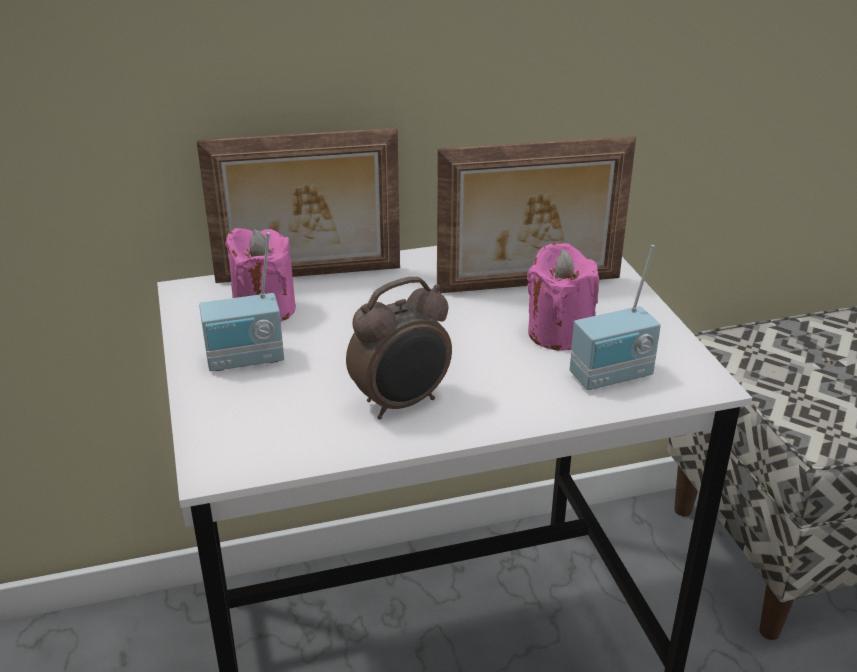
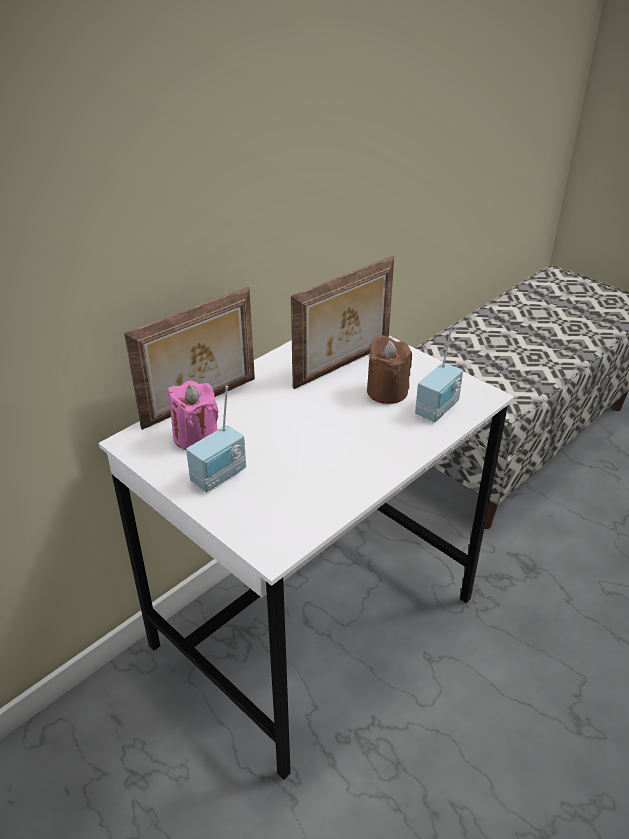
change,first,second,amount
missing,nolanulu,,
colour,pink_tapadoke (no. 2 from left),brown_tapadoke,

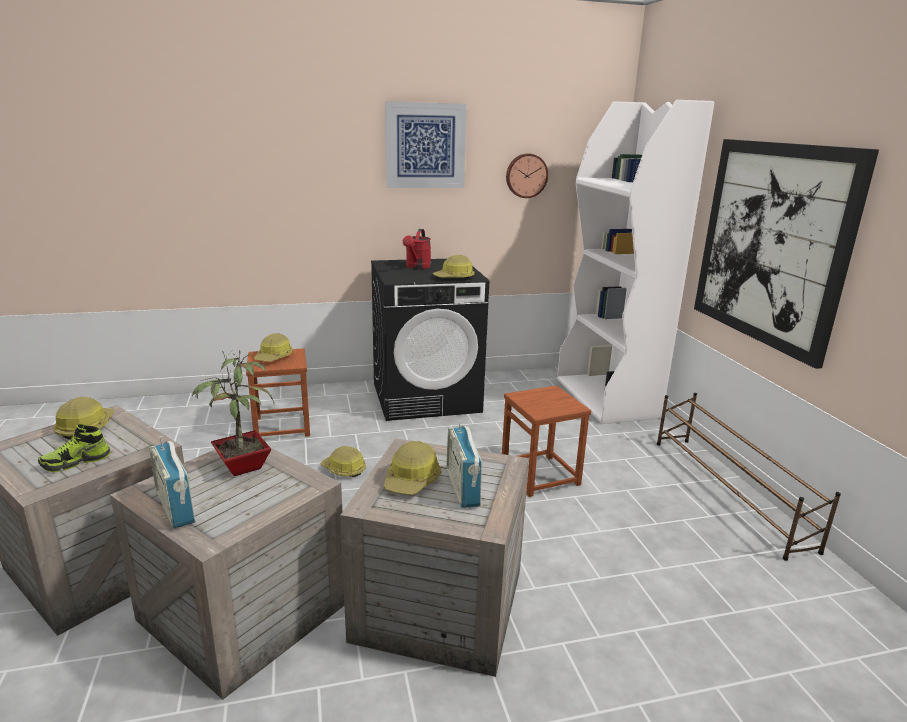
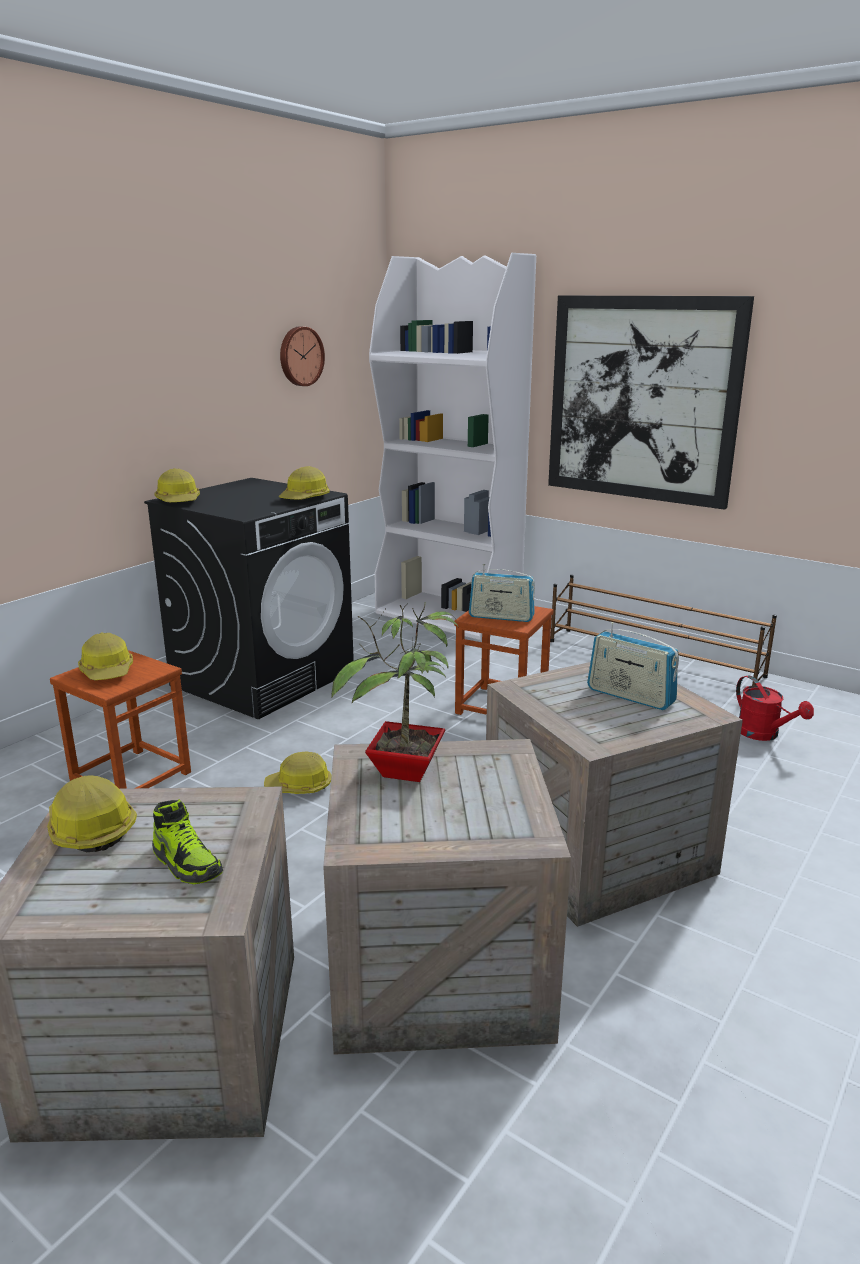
change,first,second,amount
missing,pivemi (no. 1 from left),,
relocated,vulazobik (no. 1 from left),,
relocated,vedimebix (no. 4 from left in the first image),vedimebix (no. 3 from left),
relocated,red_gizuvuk,,
spun,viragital,,60 degrees counterclockwise

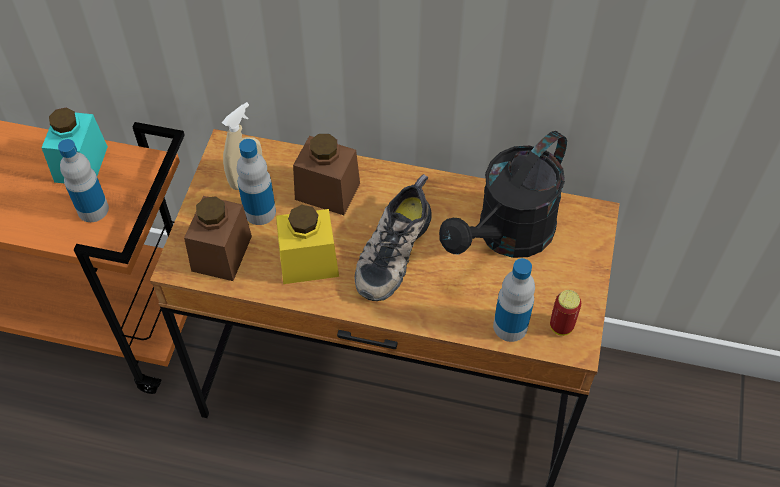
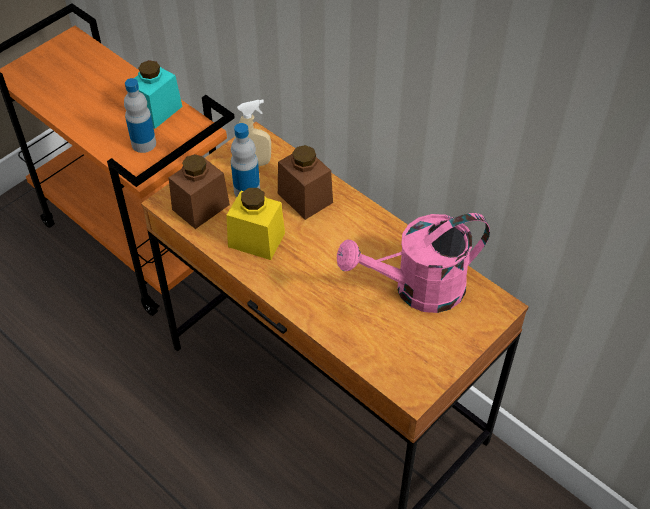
change,first,second,amount
missing,viragital,,
missing,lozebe (no. 3 from left),,
missing,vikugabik,,
colour,black_gizuvuk,pink_gizuvuk,

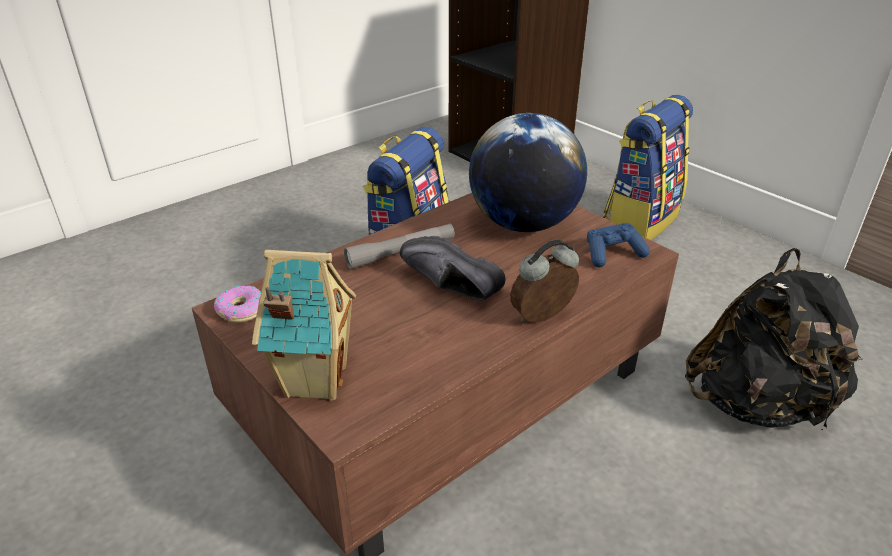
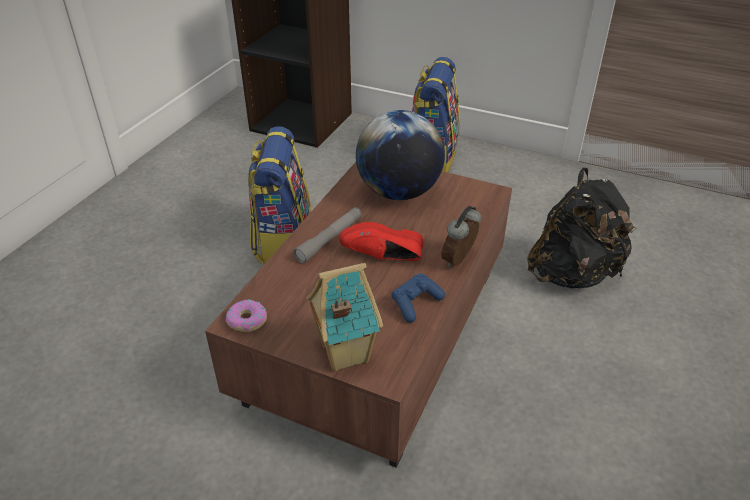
change,first,second,amount
relocated,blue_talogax,,
colour,black_viragital,red_viragital,

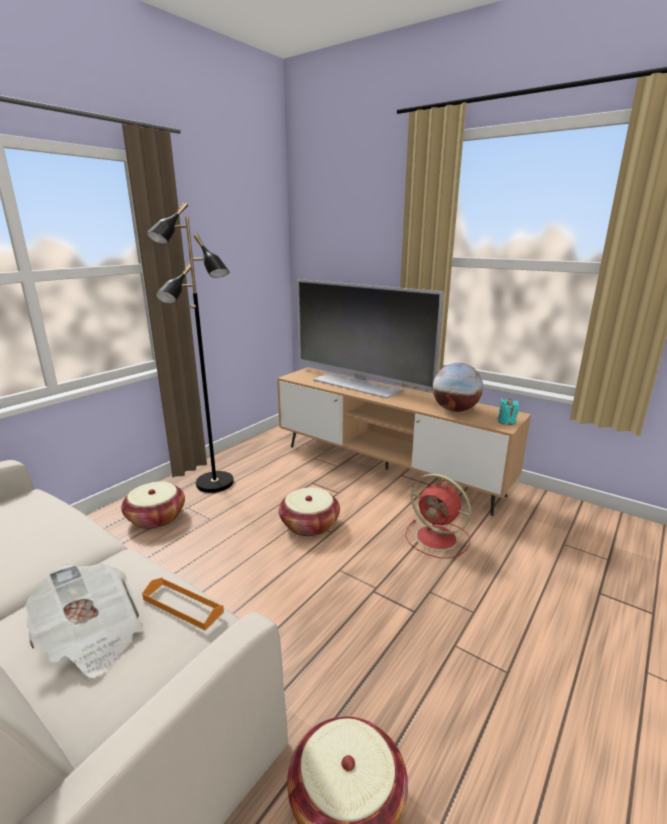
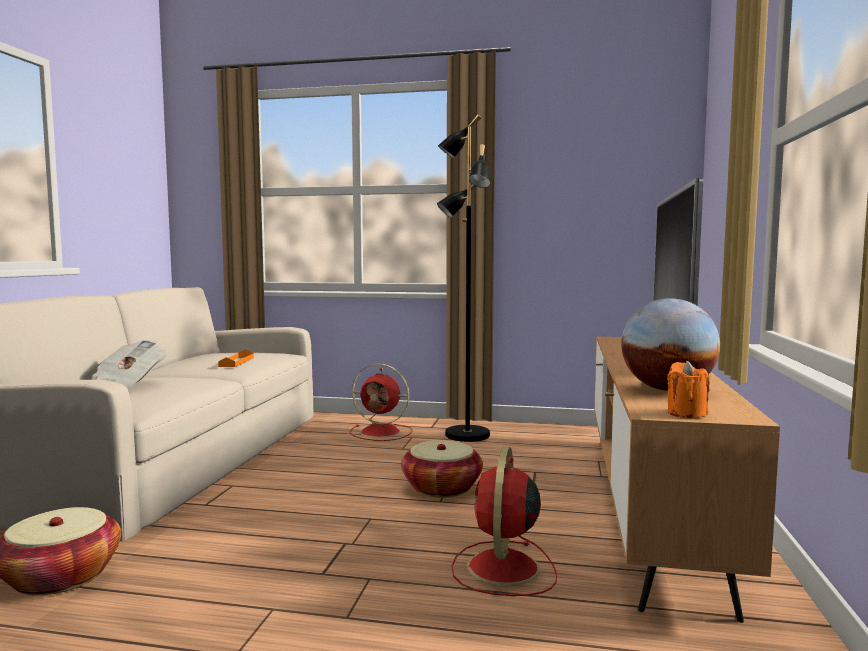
change,first,second,amount
relocated,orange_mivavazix,,
exchanged,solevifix (no. 1 from left),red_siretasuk (no. 1 from left),
colour,turquoise_tapadoke,orange_tapadoke,

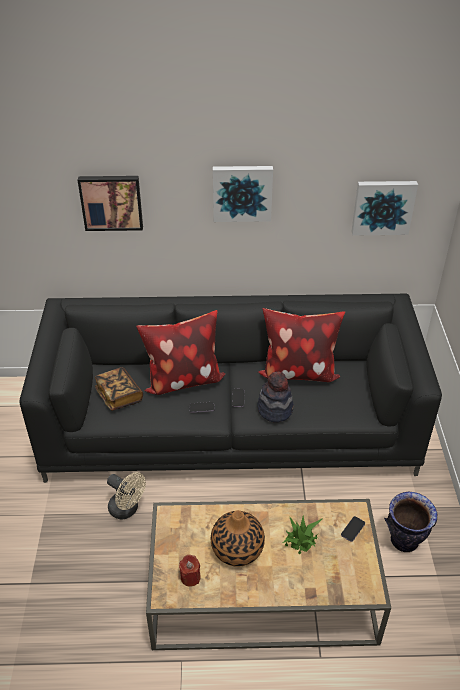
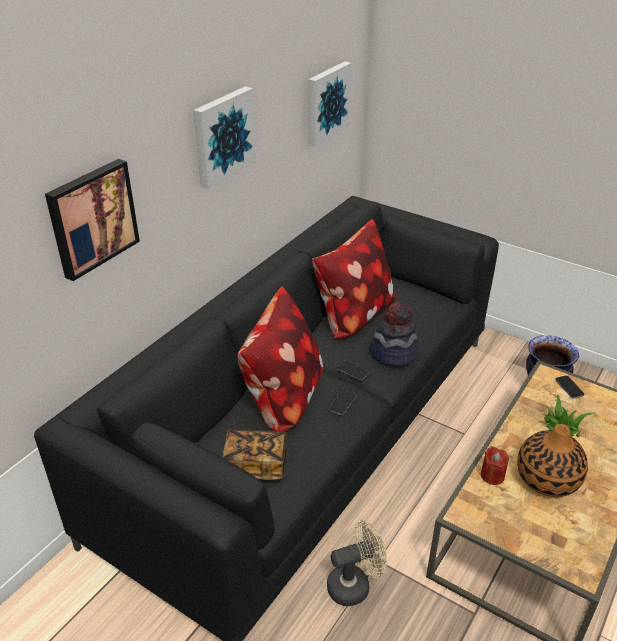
change,first,second,amount
relocated,red_tapadoke,,

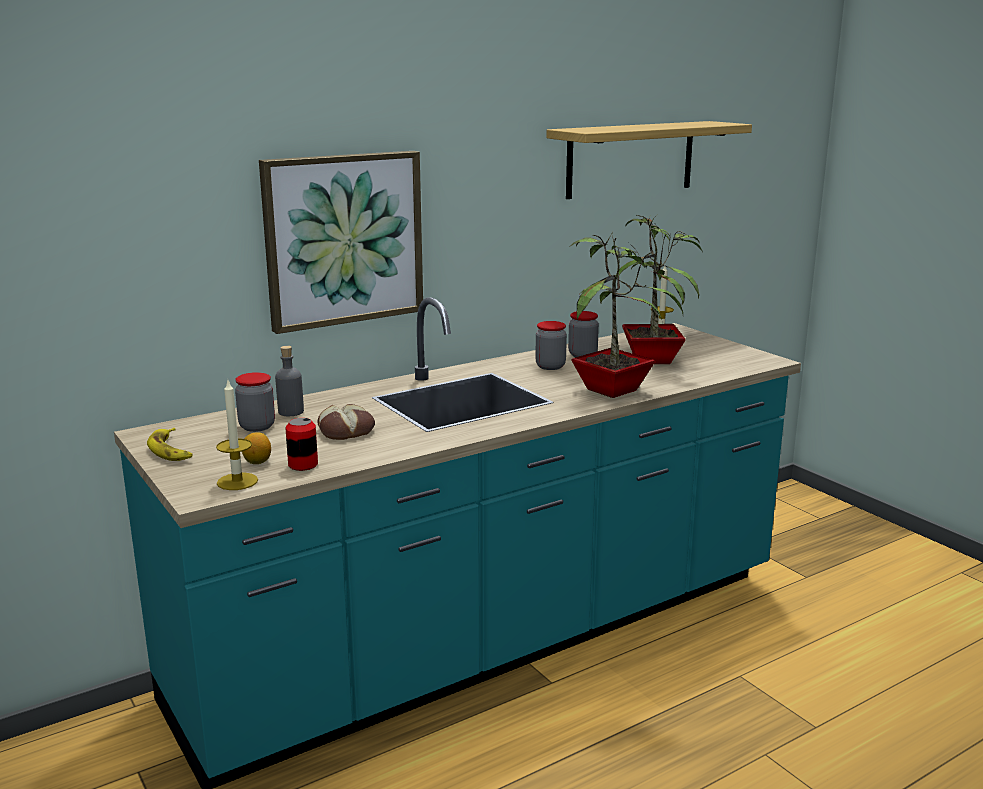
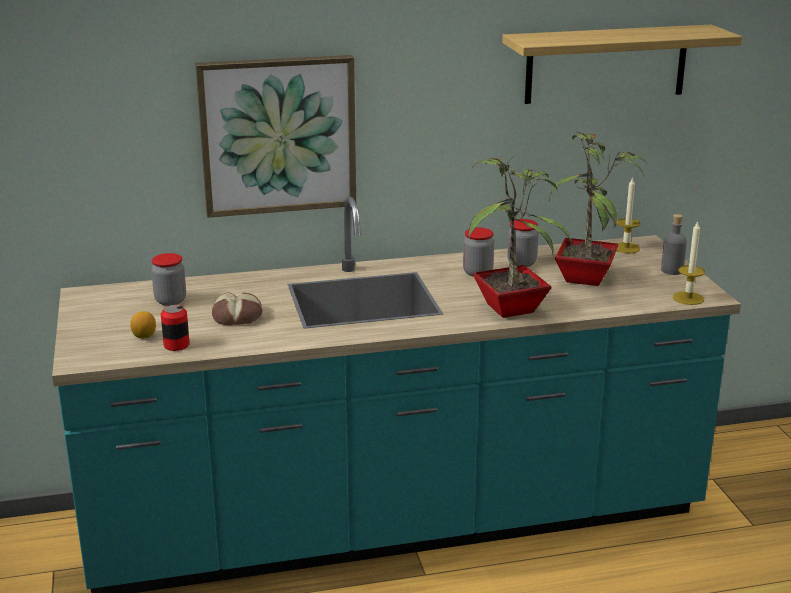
change,first,second,amount
missing,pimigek,,
relocated,tapadoke (no. 1 from left in the first image),tapadoke (no. 2 from left),
relocated,grey_lozebe,,

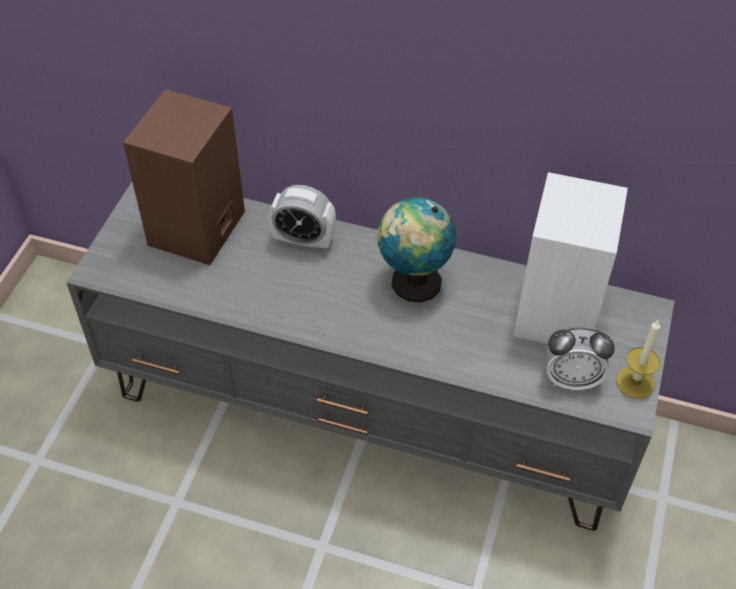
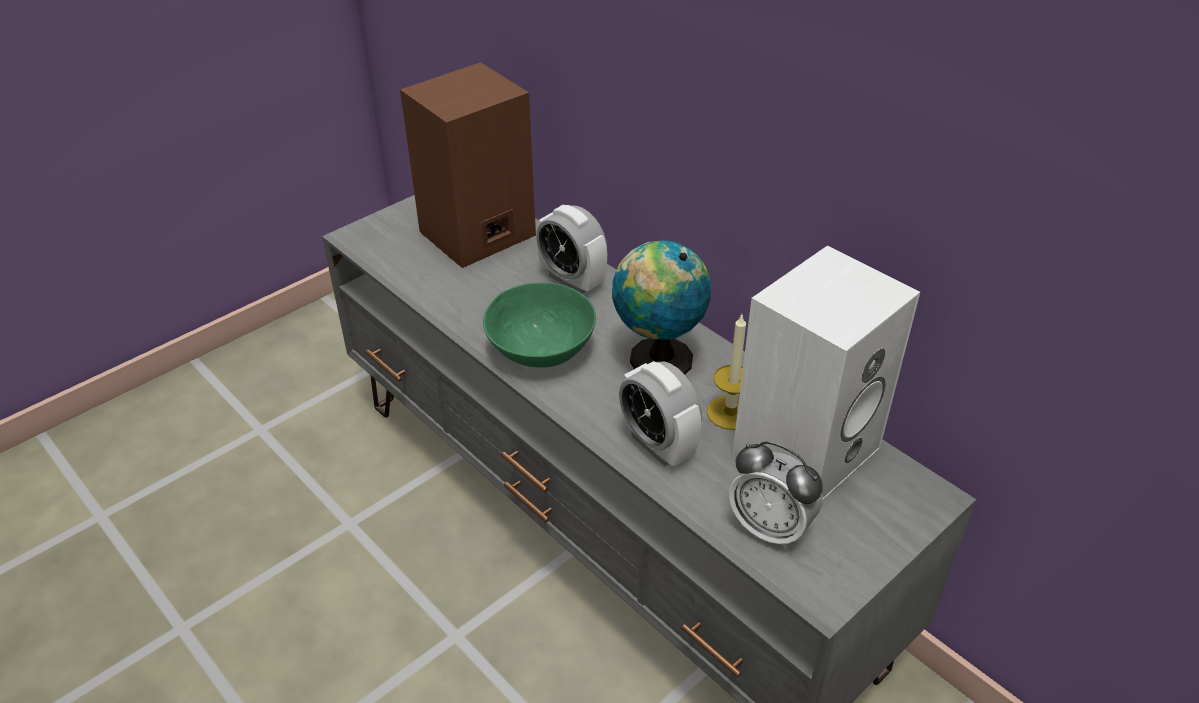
change,first,second,amount
appeared,,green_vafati,
appeared,,nolanulu (no. 2 from left),
relocated,tapadoke,,

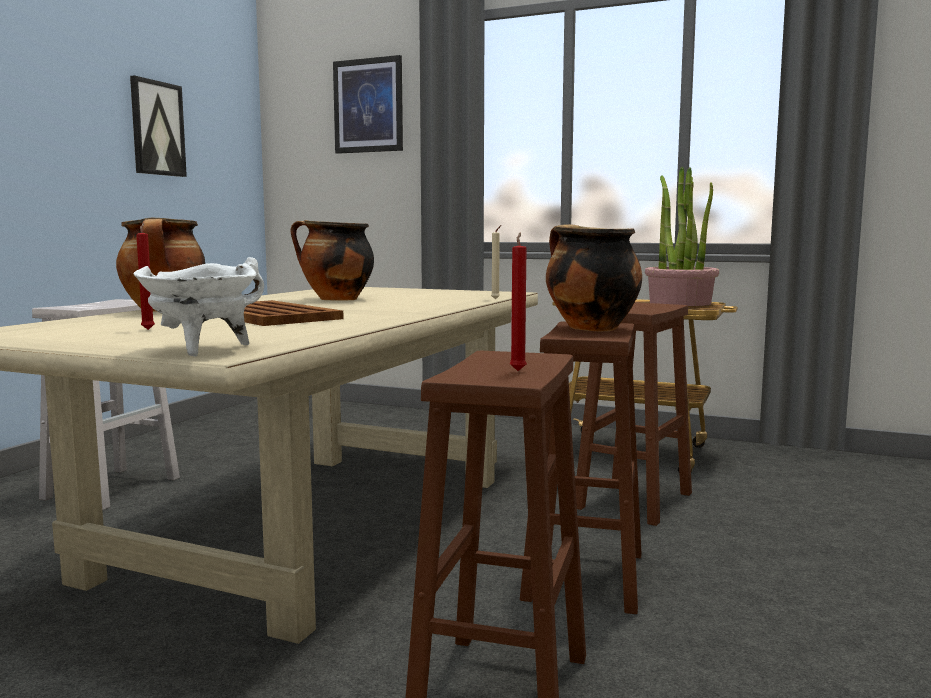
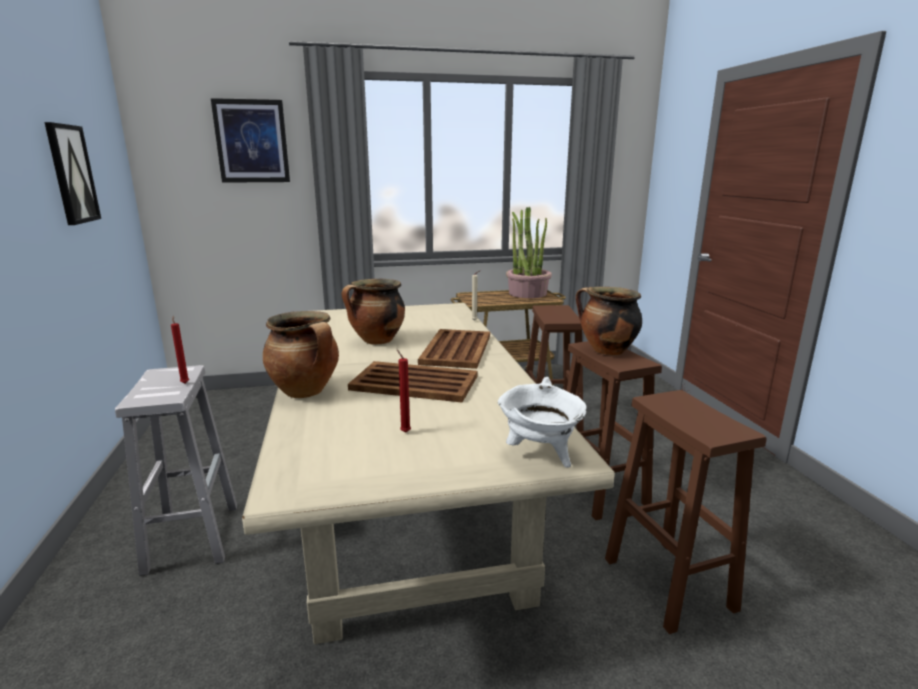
change,first,second,amount
appeared,,brown_mivavazix (no. 2 from left),
relocated,red_tapadoke (no. 2 from left in the first image),red_tapadoke (no. 1 from left),

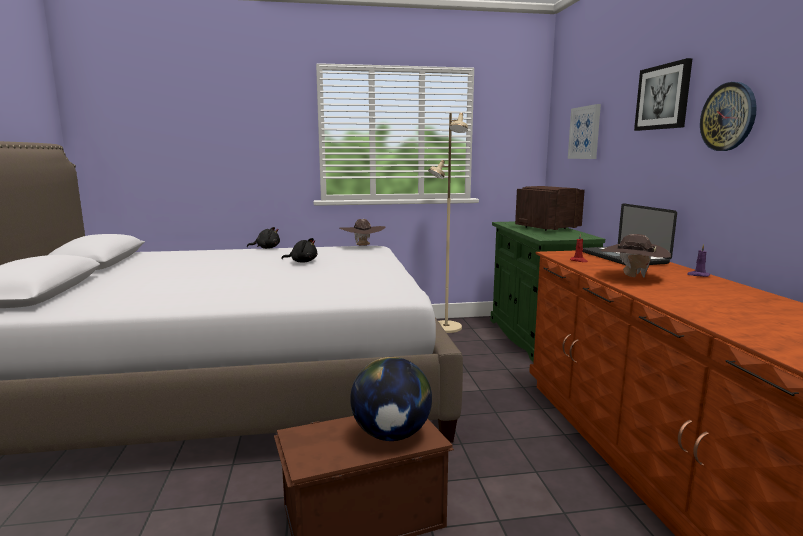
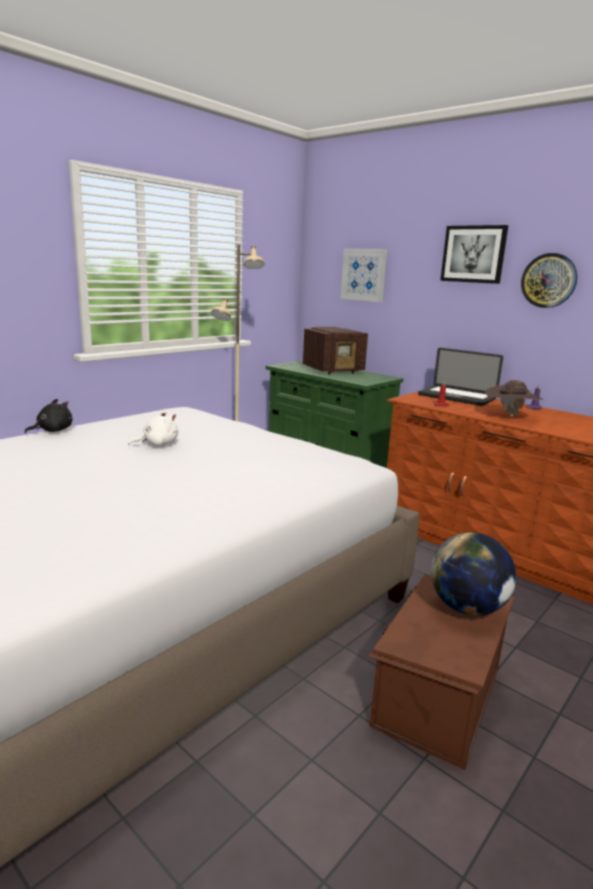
change,first,second,amount
missing,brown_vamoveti (no. 1 from left),,
colour,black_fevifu (no. 2 from left),white_fevifu,
spun,vulazobik,,135 degrees counterclockwise

